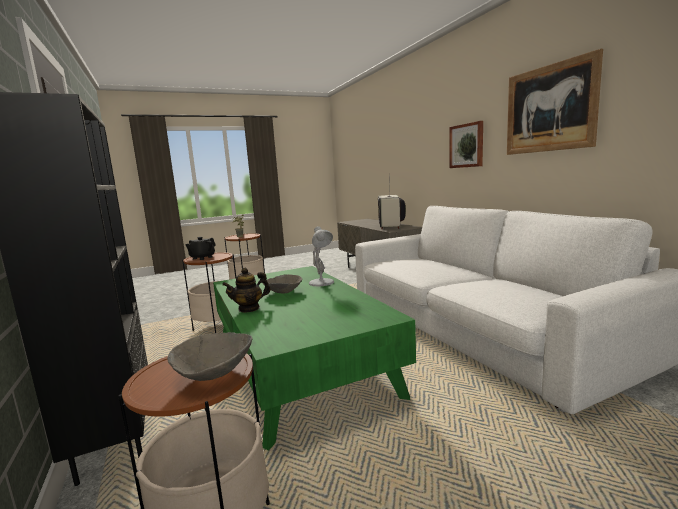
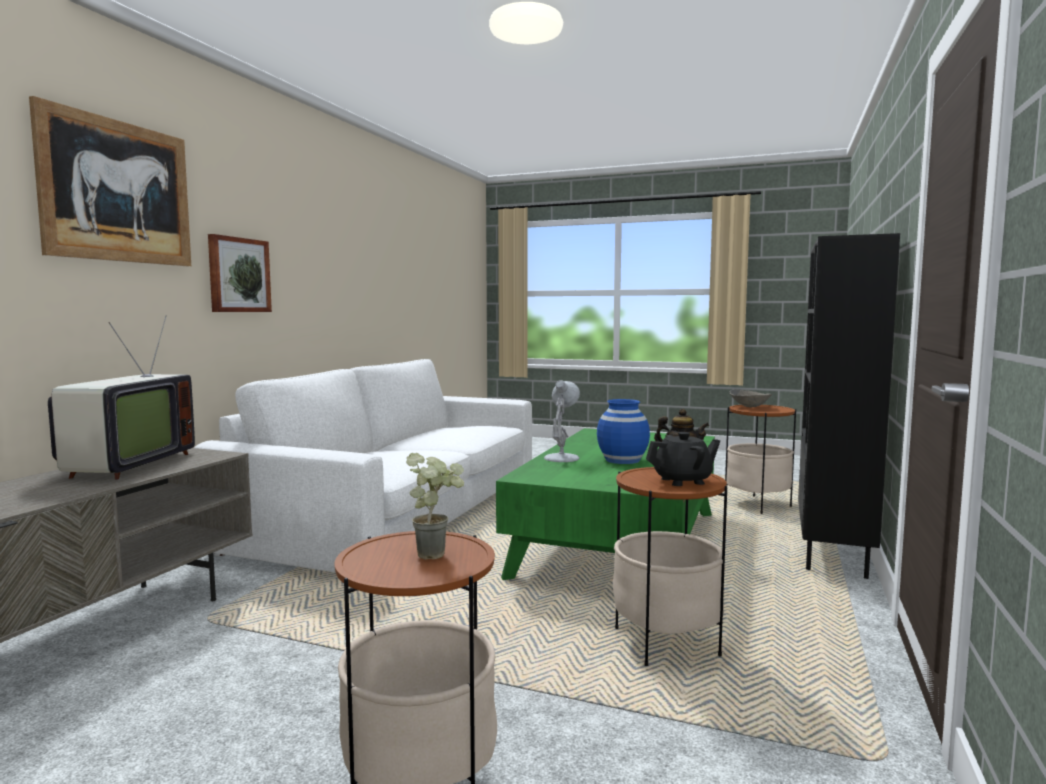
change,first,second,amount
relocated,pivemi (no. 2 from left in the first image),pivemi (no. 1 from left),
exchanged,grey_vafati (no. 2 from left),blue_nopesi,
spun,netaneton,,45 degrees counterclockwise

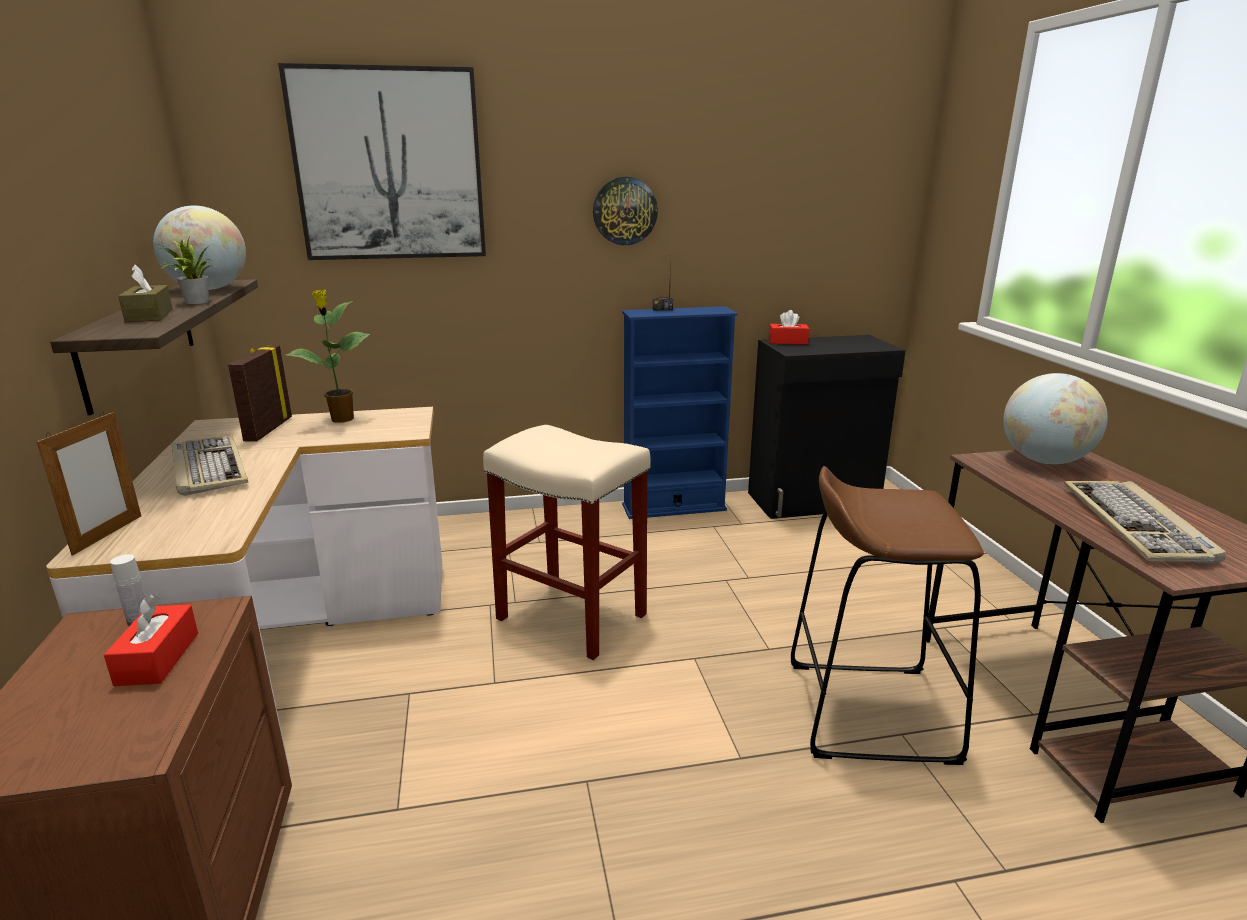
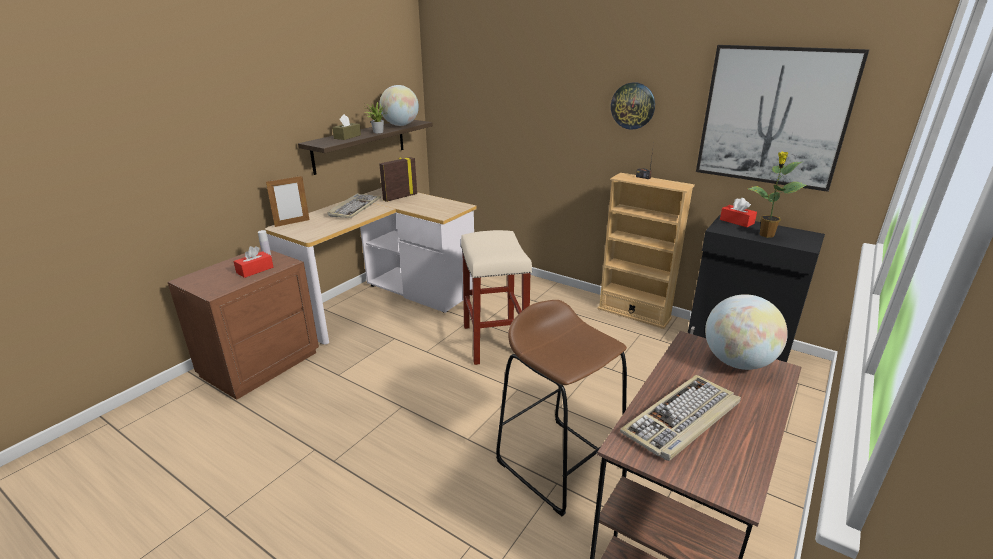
change,first,second,amount
relocated,pivemi,,
relocated,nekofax (no. 2 from left),,
colour,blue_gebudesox,beige_gebudesox,

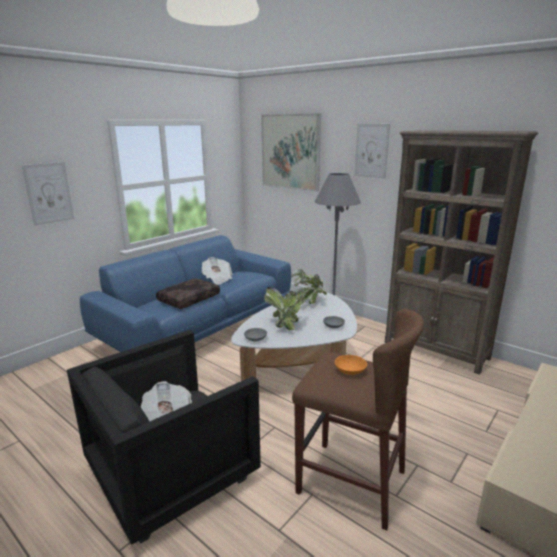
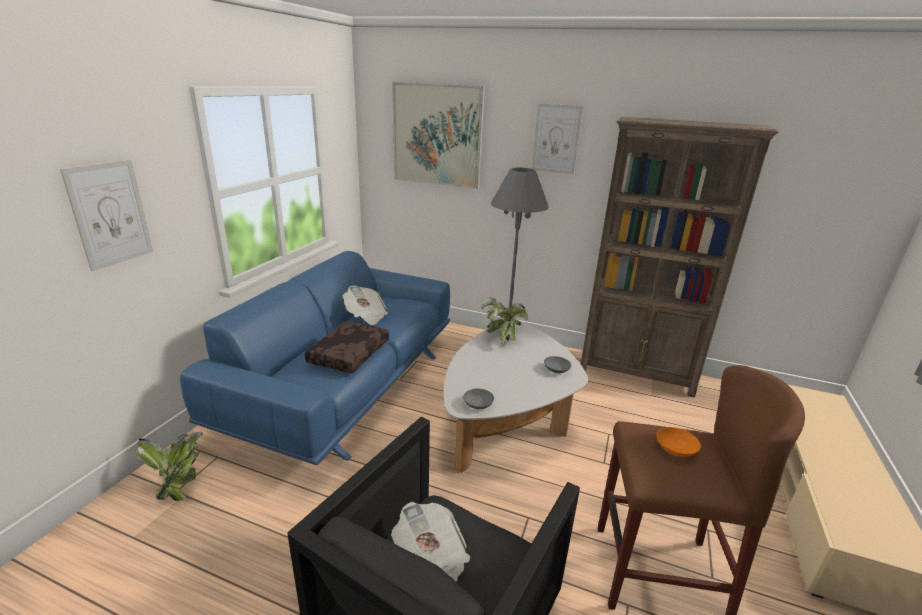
change,first,second,amount
relocated,nekofax (no. 1 from left),,

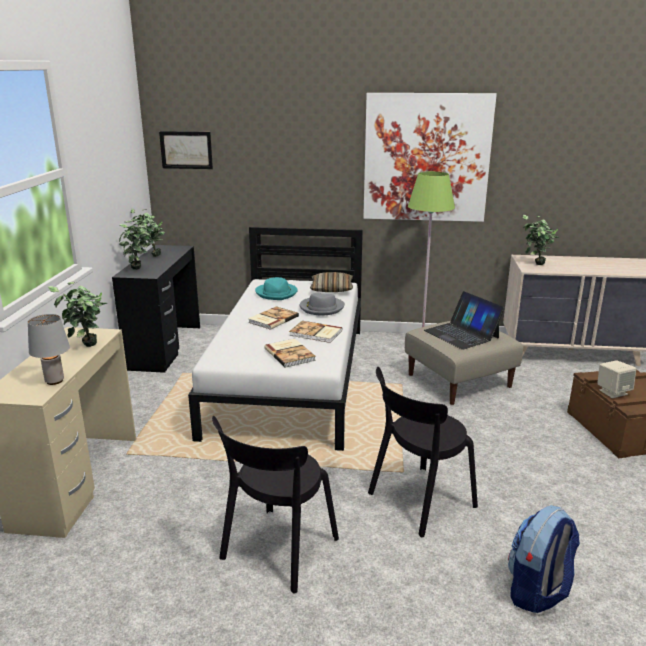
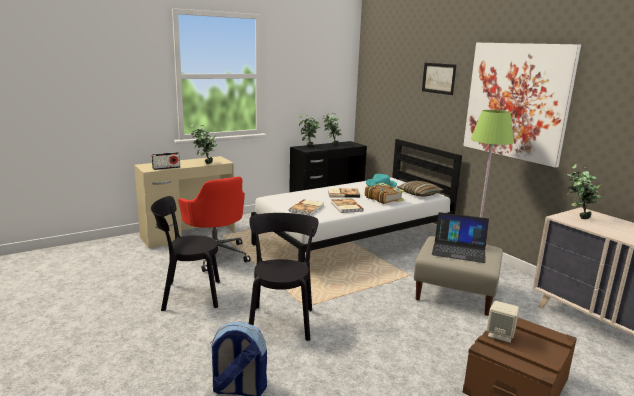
change,first,second,amount
appeared,,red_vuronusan,
relocated,pivemi (no. 1 from left),,
exchanged,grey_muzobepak,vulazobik,
exchanged,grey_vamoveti,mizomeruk (no. 4 from left),
spun,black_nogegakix (no. 2 from left),,75 degrees clockwise
spun,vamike,,90 degrees counterclockwise

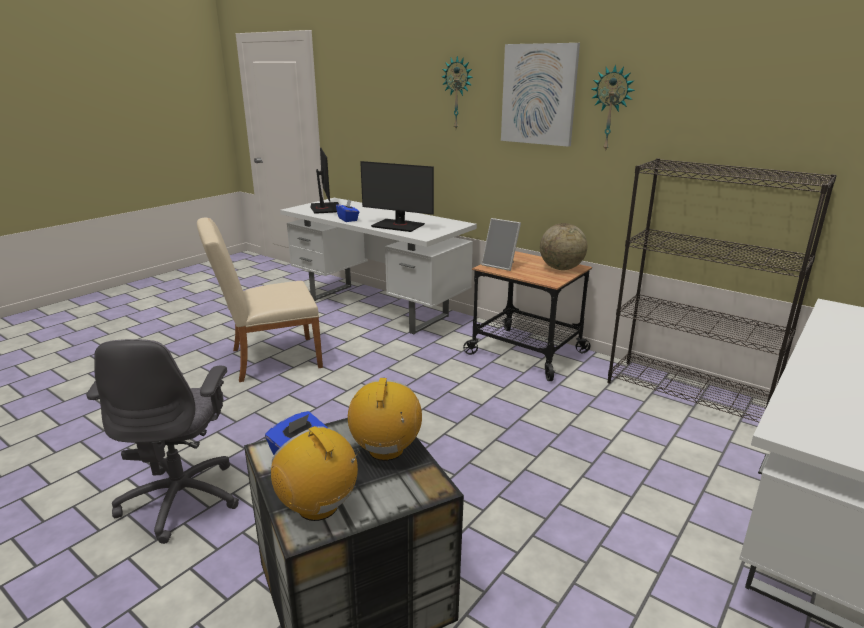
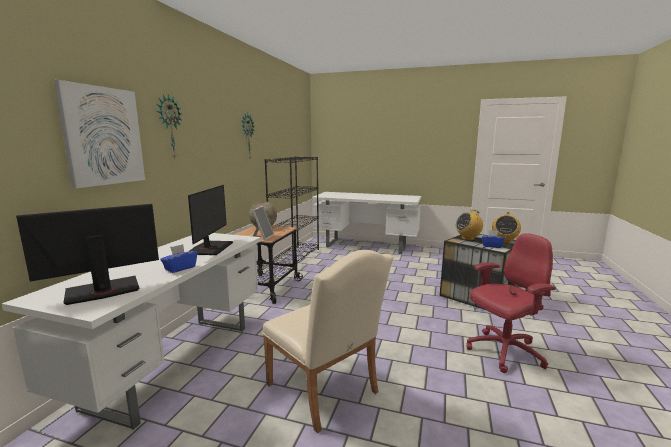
change,first,second,amount
relocated,pivemi,,
colour,grey_vuronusan,red_vuronusan,

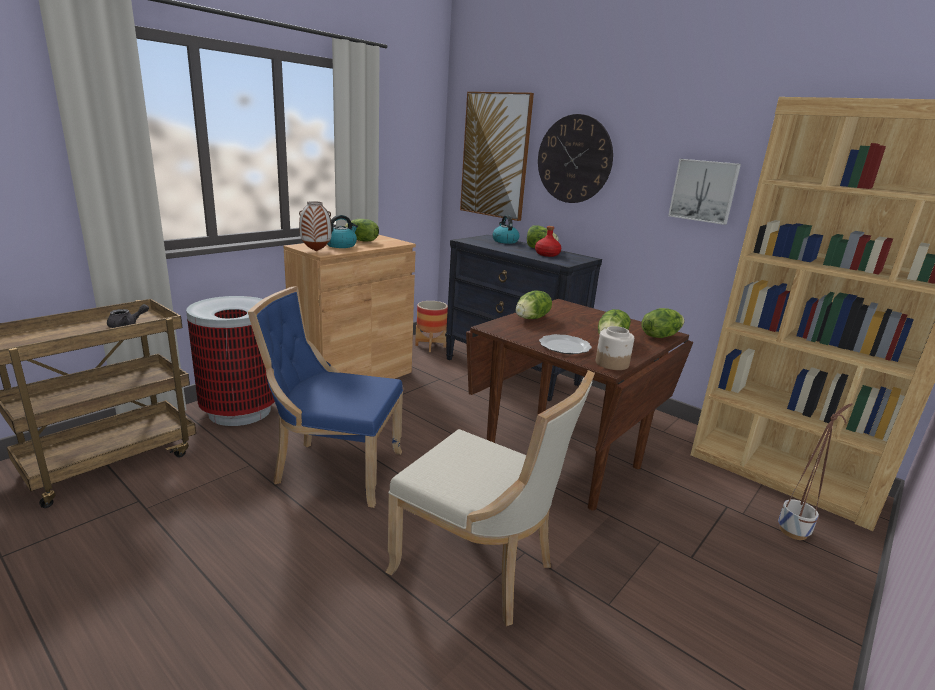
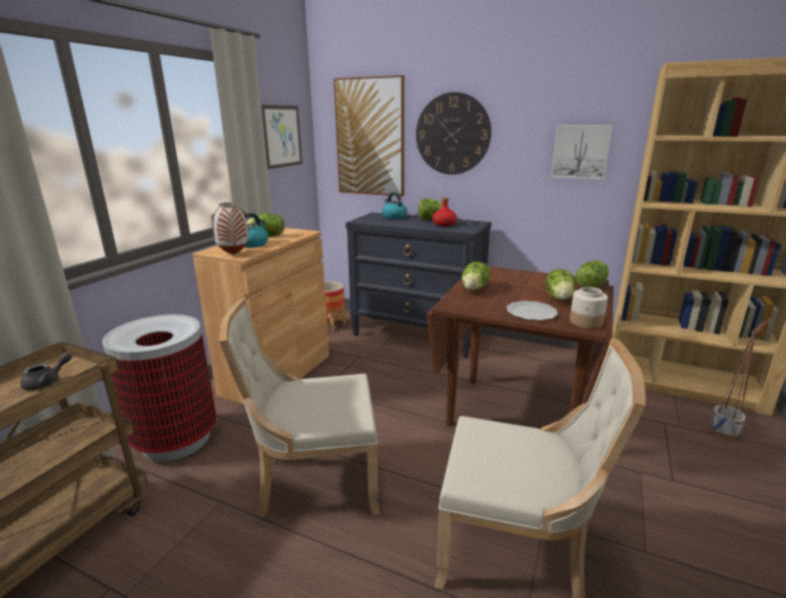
change,first,second,amount
appeared,,pivemi (no. 1 from left),
colour,blue_nogegakix,beige_nogegakix (no. 1 from left),

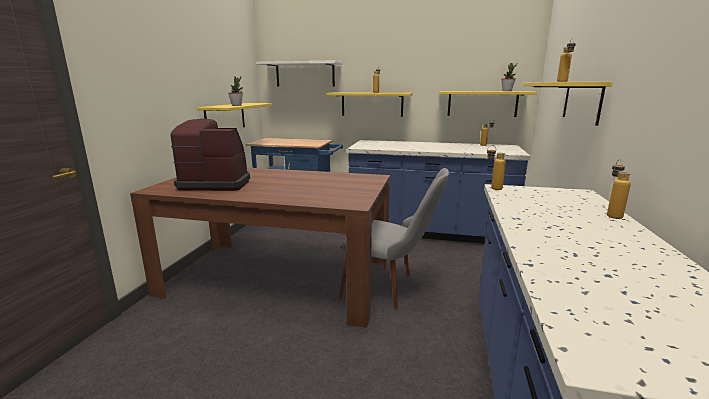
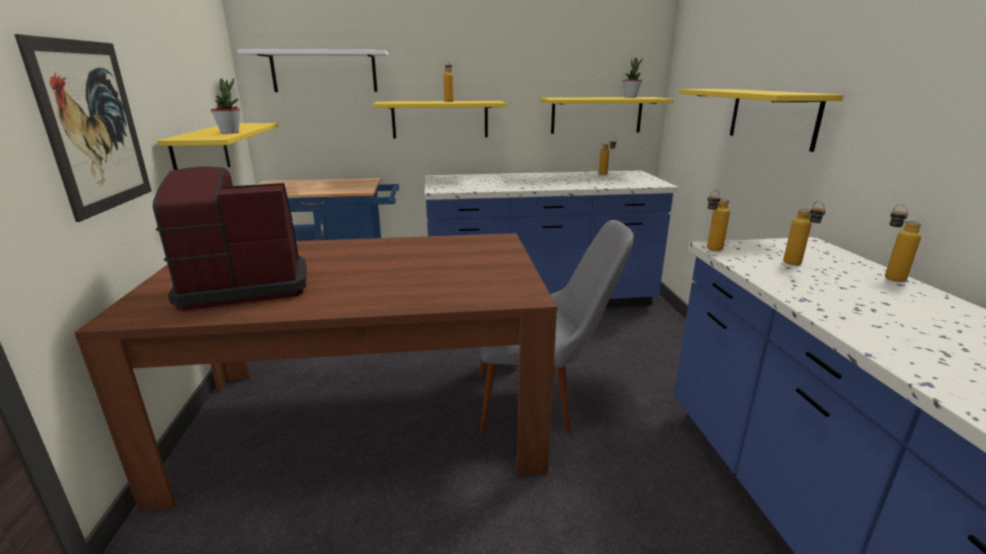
change,first,second,amount
appeared,,pivemi,
relocated,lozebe (no. 4 from left),,

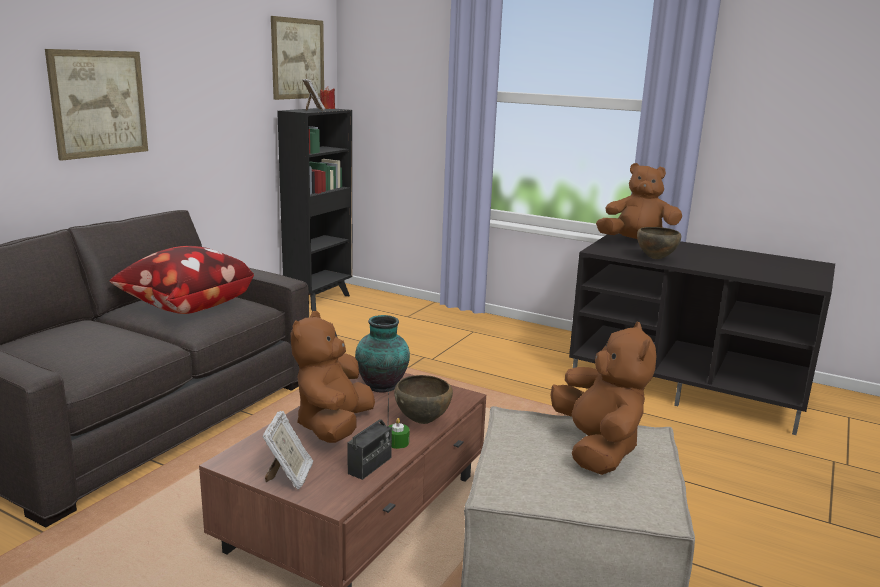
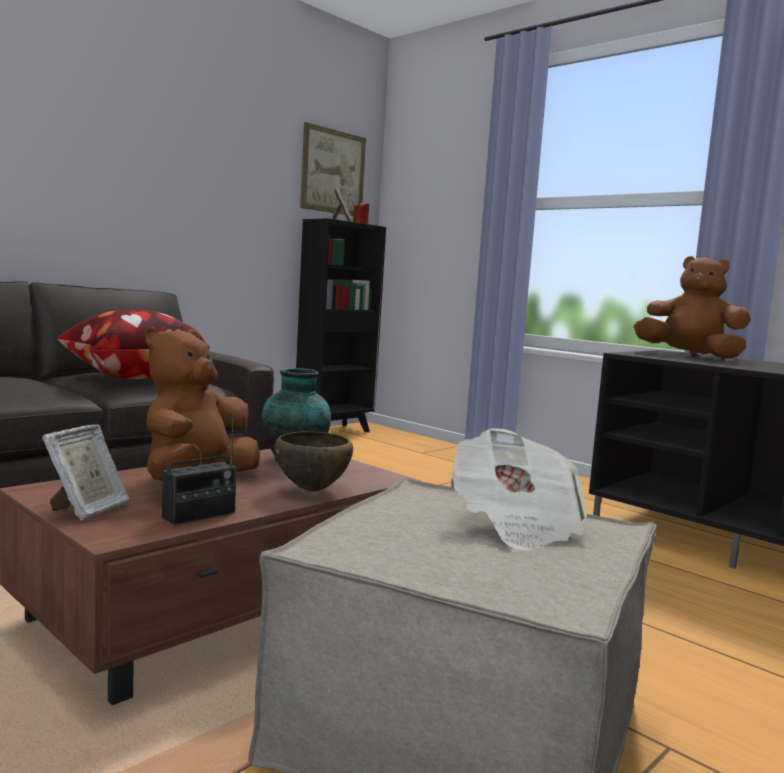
change,first,second,amount
missing,pivemi (no. 1 from left),,
missing,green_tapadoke,,
missing,brown_vafati (no. 2 from left),,
exchanged,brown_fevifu (no. 2 from left),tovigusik,

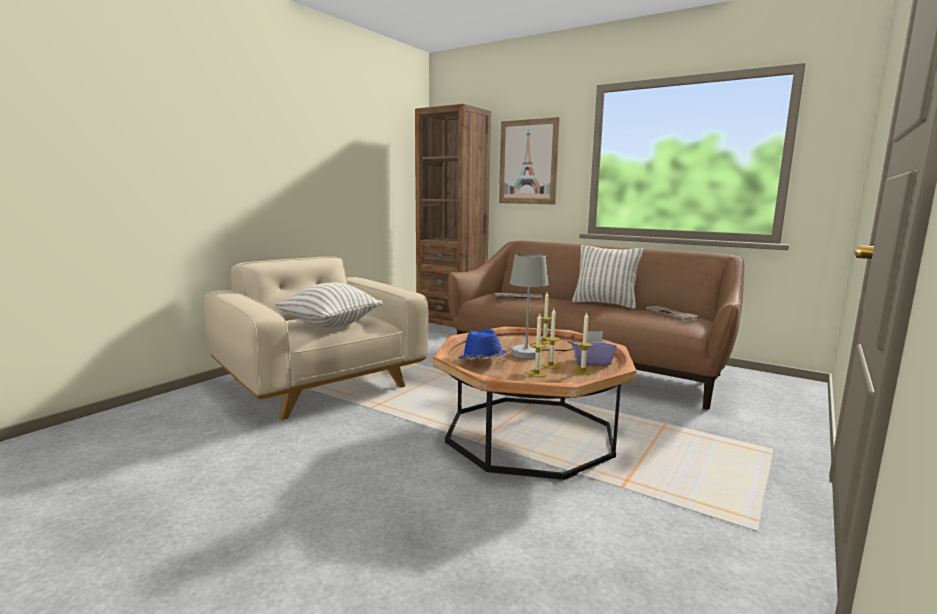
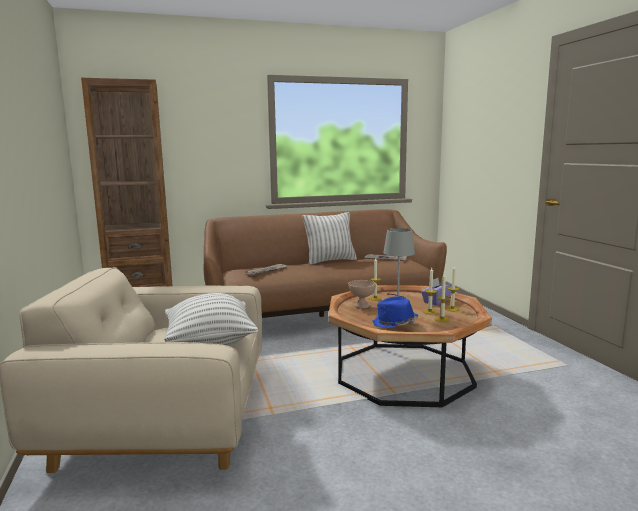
change,first,second,amount
missing,pivemi,,
appeared,,beige_vafati,

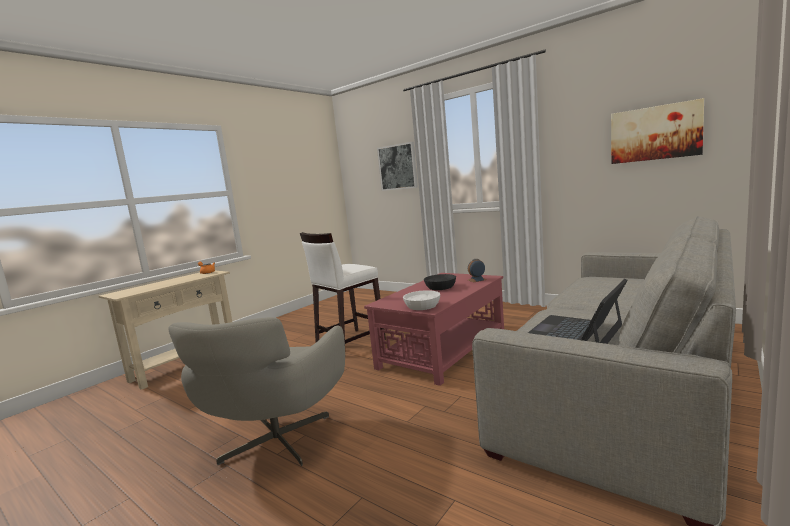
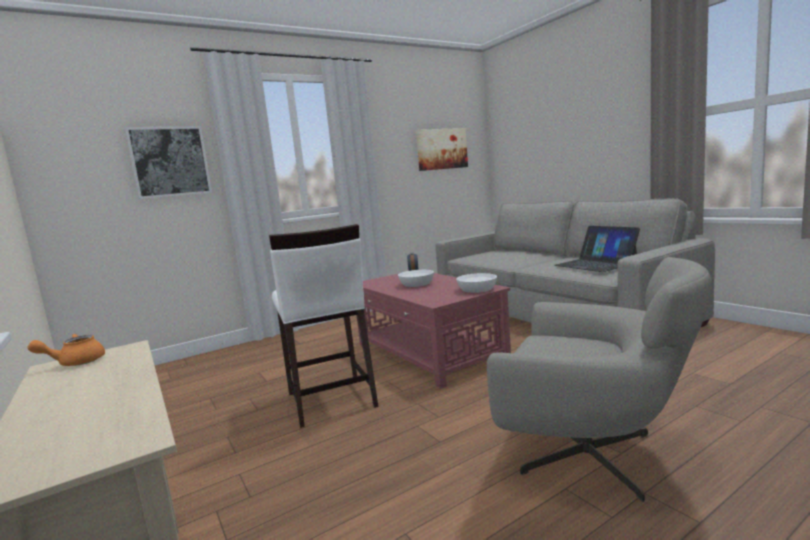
change,first,second,amount
colour,black_vafati,white_vafati (no. 1 from left),

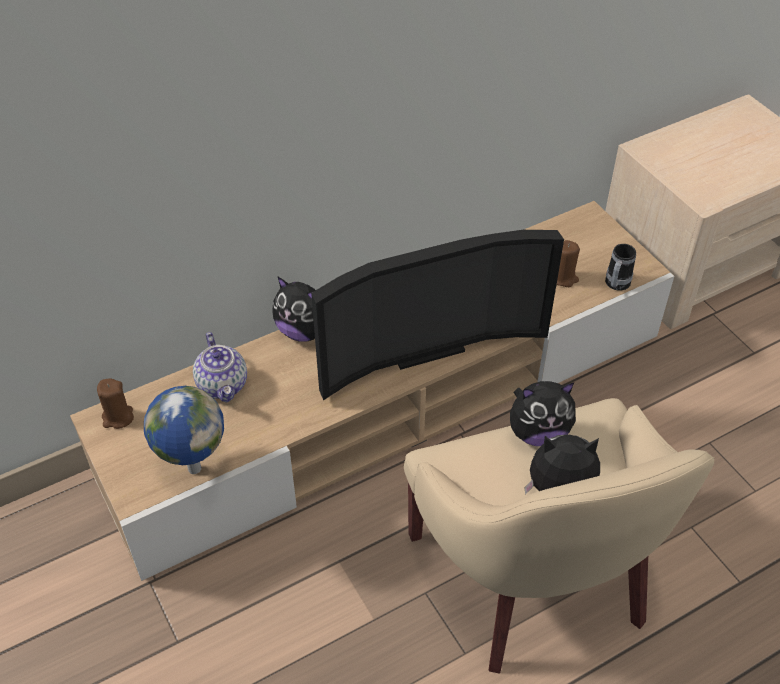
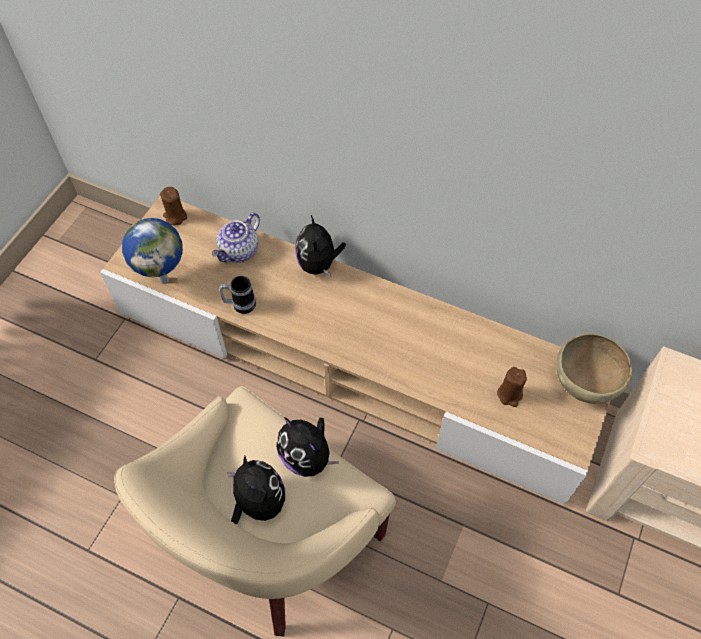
change,first,second,amount
missing,netaneton,,
appeared,,brown_vafati,
relocated,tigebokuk,,

